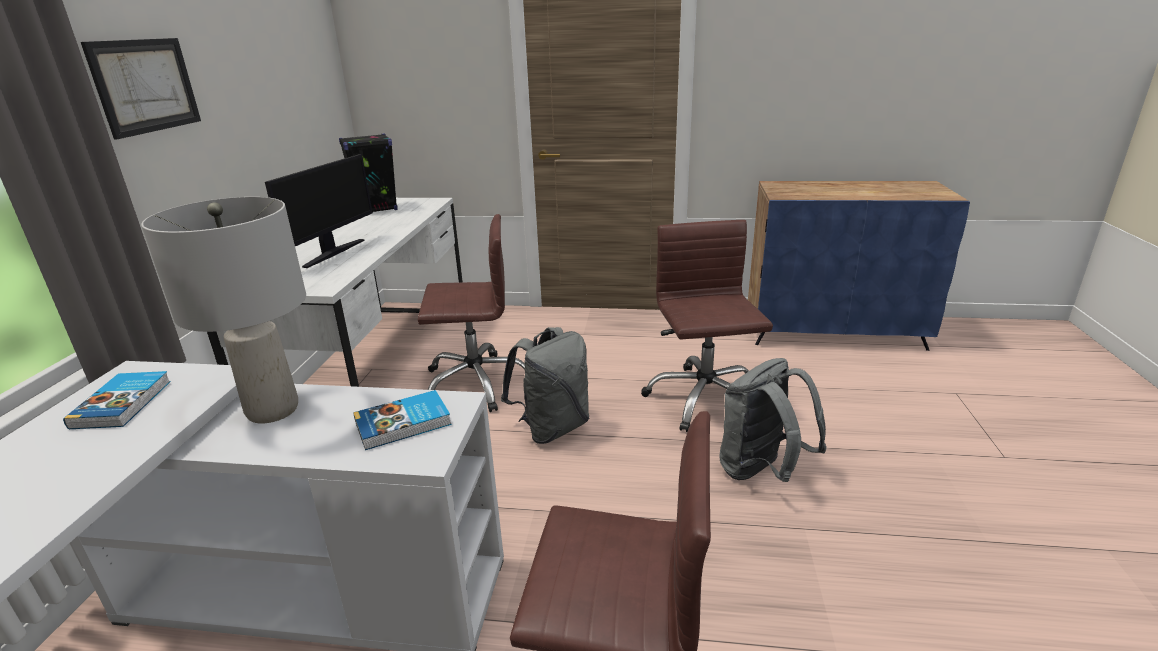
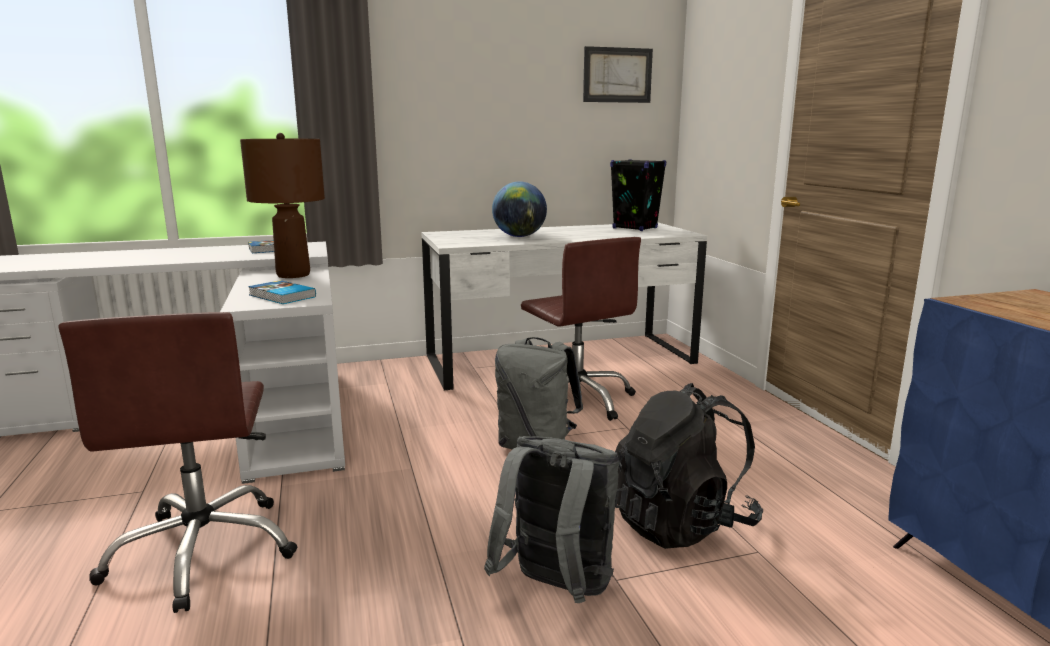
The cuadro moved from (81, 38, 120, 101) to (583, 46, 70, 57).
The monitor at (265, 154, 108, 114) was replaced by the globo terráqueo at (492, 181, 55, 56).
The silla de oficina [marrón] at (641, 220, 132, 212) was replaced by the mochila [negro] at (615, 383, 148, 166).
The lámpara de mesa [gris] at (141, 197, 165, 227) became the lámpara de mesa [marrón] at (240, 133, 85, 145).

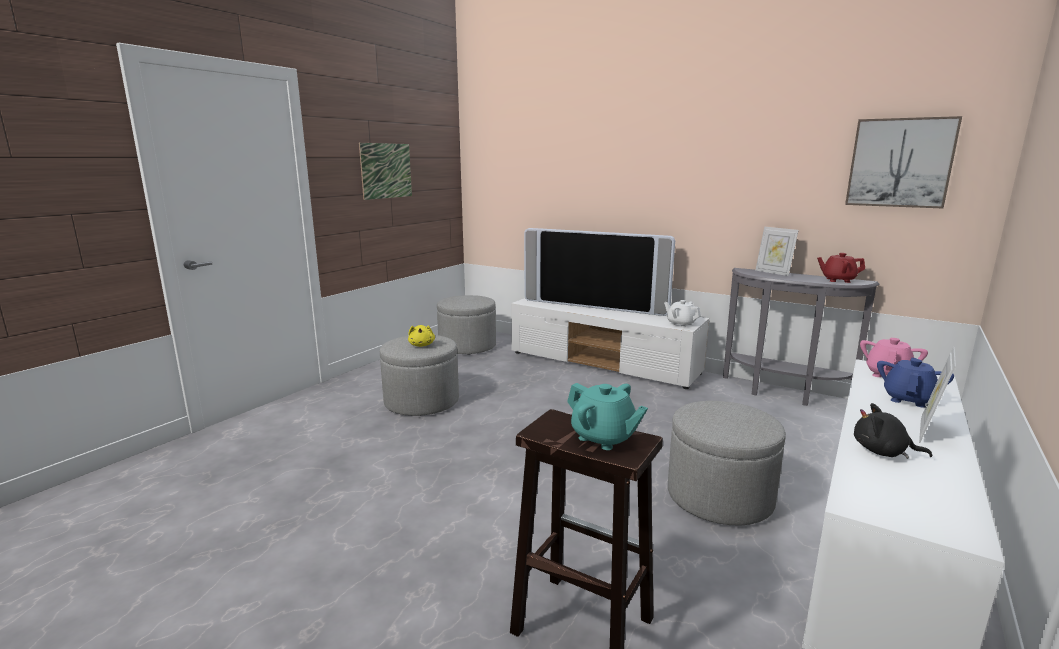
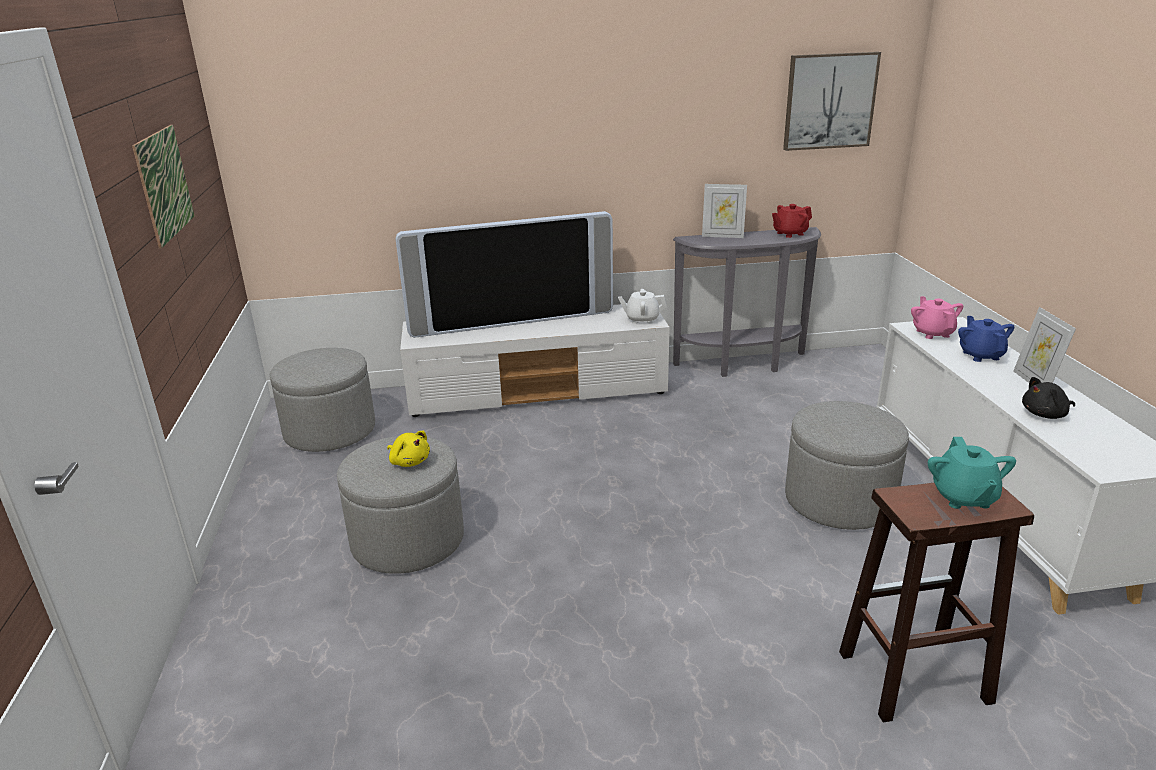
The tetera [turquesa] at (567, 383, 81, 67) turned 90 degrees clockwise.

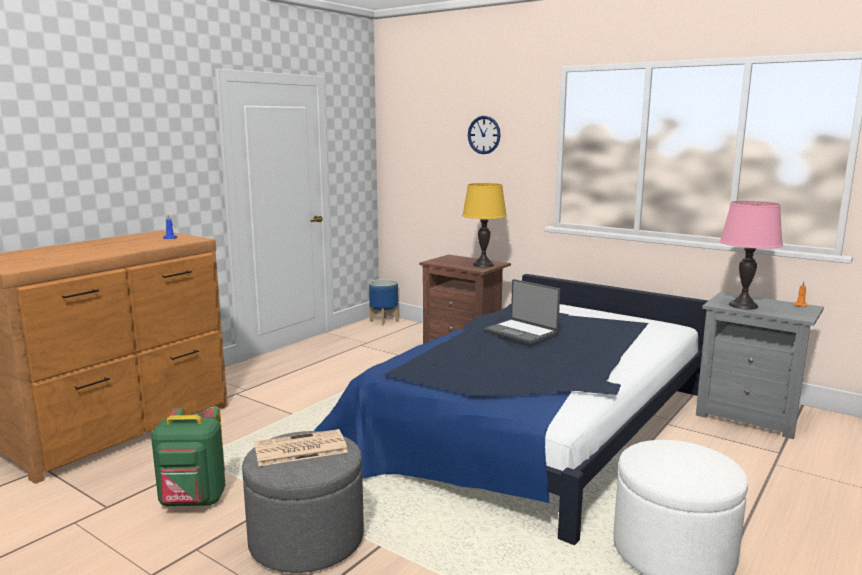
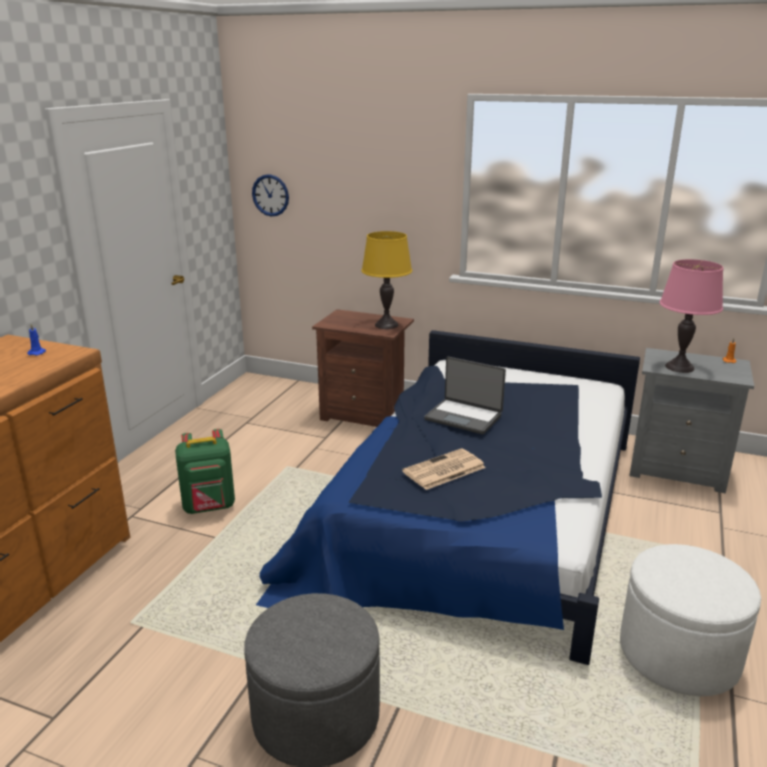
The maceta at (369, 279, 30, 47) disappeared.
The mochila [verde] moved from (151, 407, 75, 99) to (175, 429, 60, 85).
The periódico moved from (255, 429, 93, 37) to (402, 448, 84, 42).
The reloj de pared moved from (468, 116, 33, 38) to (252, 174, 37, 42).

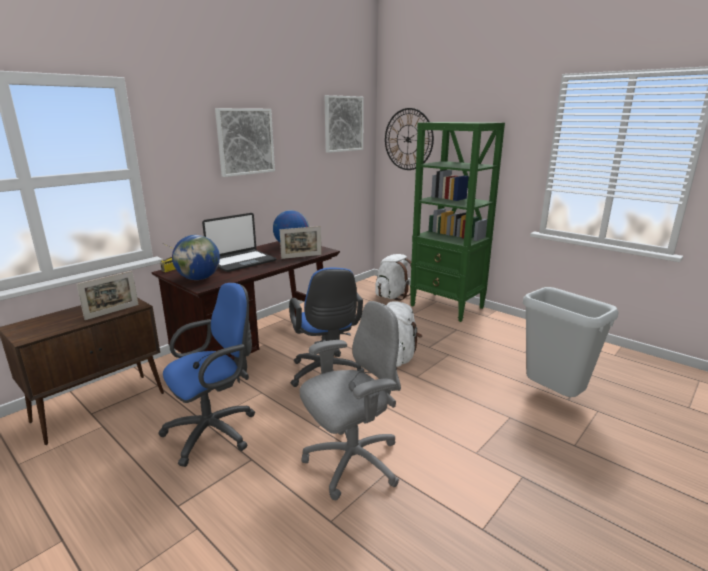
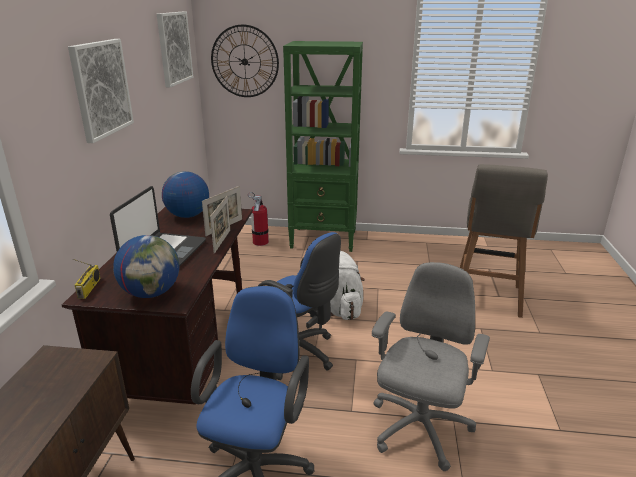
The portarretratos moved from (76, 271, 63, 49) to (210, 196, 20, 58).
The mochila [blanco] at (375, 254, 37, 47) was replaced by the extintor at (248, 192, 21, 54).
The papelera [gris] at (523, 287, 96, 110) was replaced by the taburete [gris] at (460, 164, 88, 154).

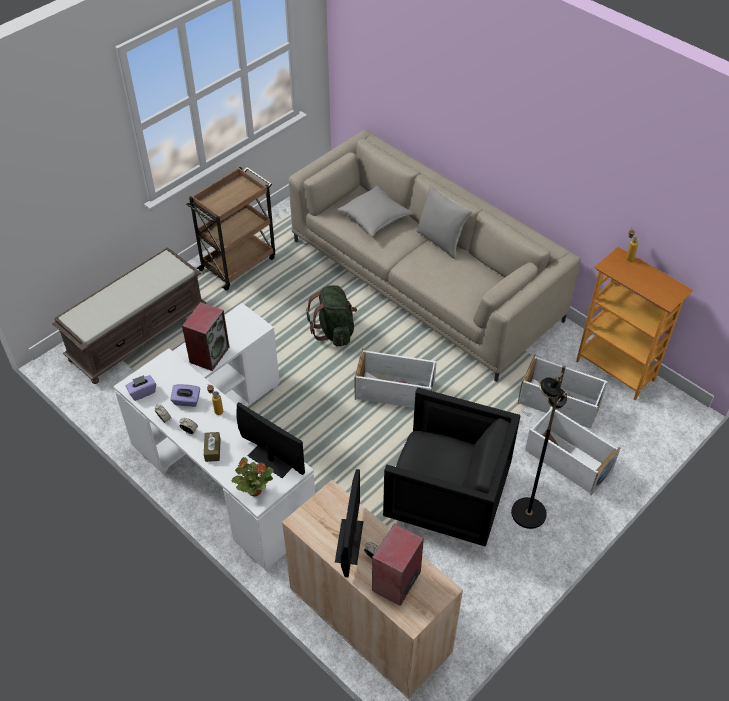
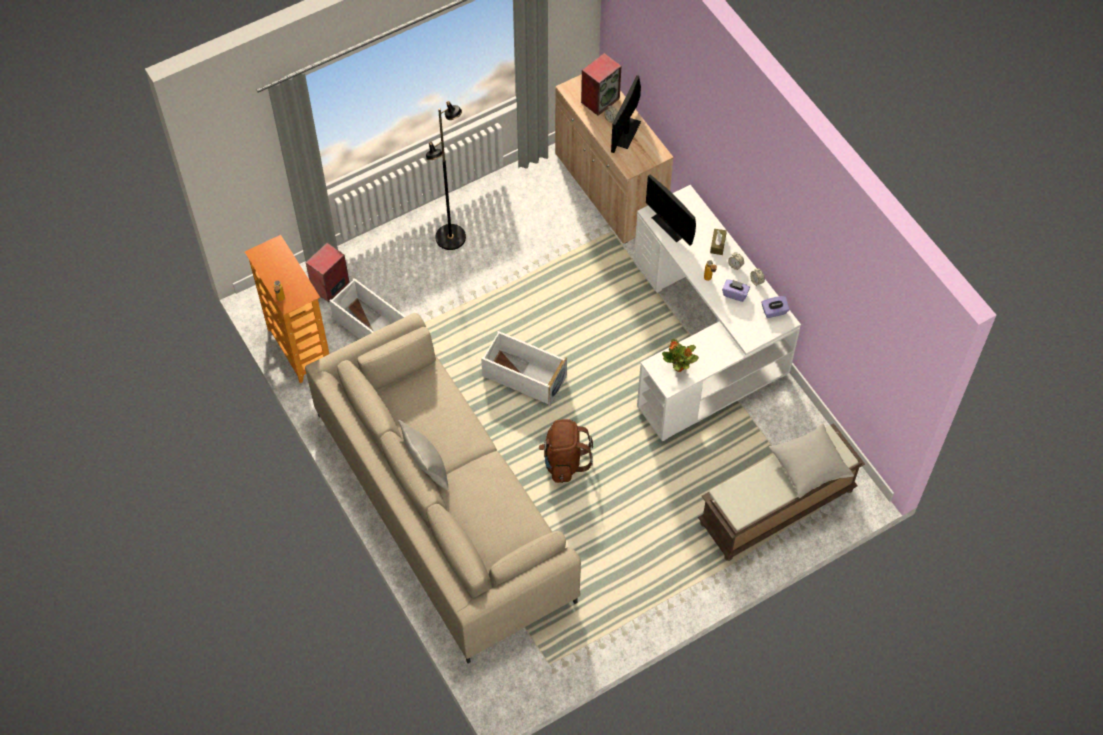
The carrito [marrón] at (186, 167, 89, 124) disappeared.
The sillón [negro] at (383, 388, 138, 158) disappeared.
The caja de almacenaje [blanco] at (525, 407, 95, 88) disappeared.
The altavoz moved from (182, 302, 47, 69) to (305, 243, 45, 59).
The planta en maceta moved from (232, 457, 42, 40) to (662, 339, 37, 33).
The cojín [gris] moved from (337, 186, 75, 51) to (769, 424, 85, 74).
The mochila [verde] at (306, 285, 51, 62) became the mochila [marrón] at (539, 419, 54, 64).

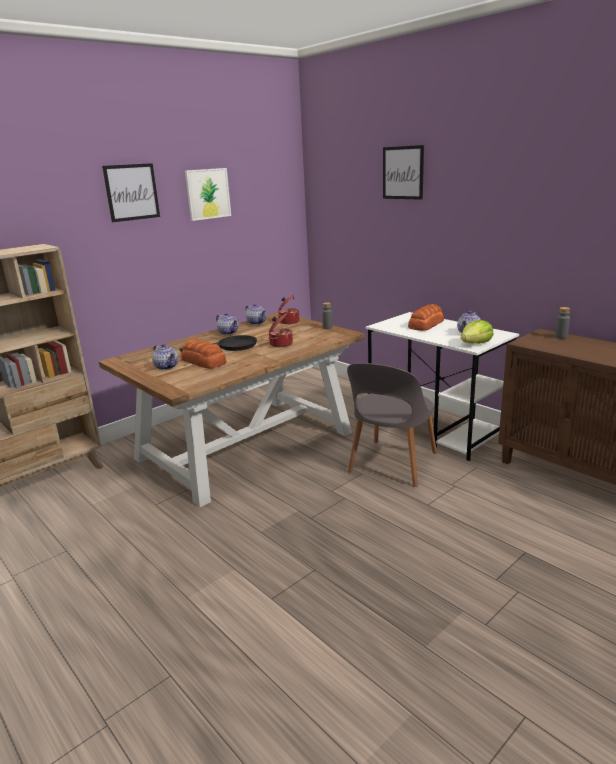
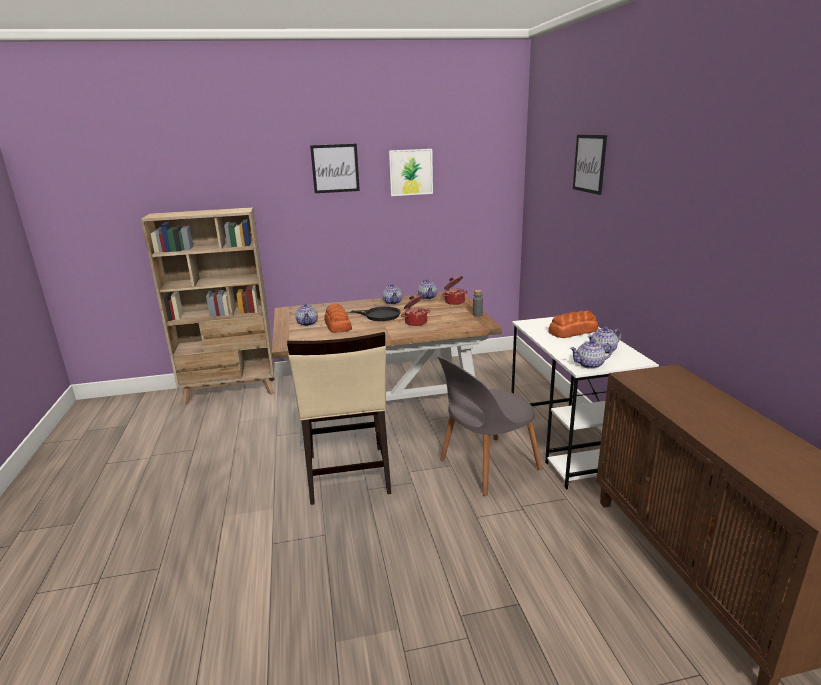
The botella [gris] at (555, 307, 15, 32) disappeared.
The silla [beis] at (287, 332, 104, 173) appeared.
The lechuga at (461, 320, 32, 24) was replaced by the tetera at (570, 340, 43, 29).

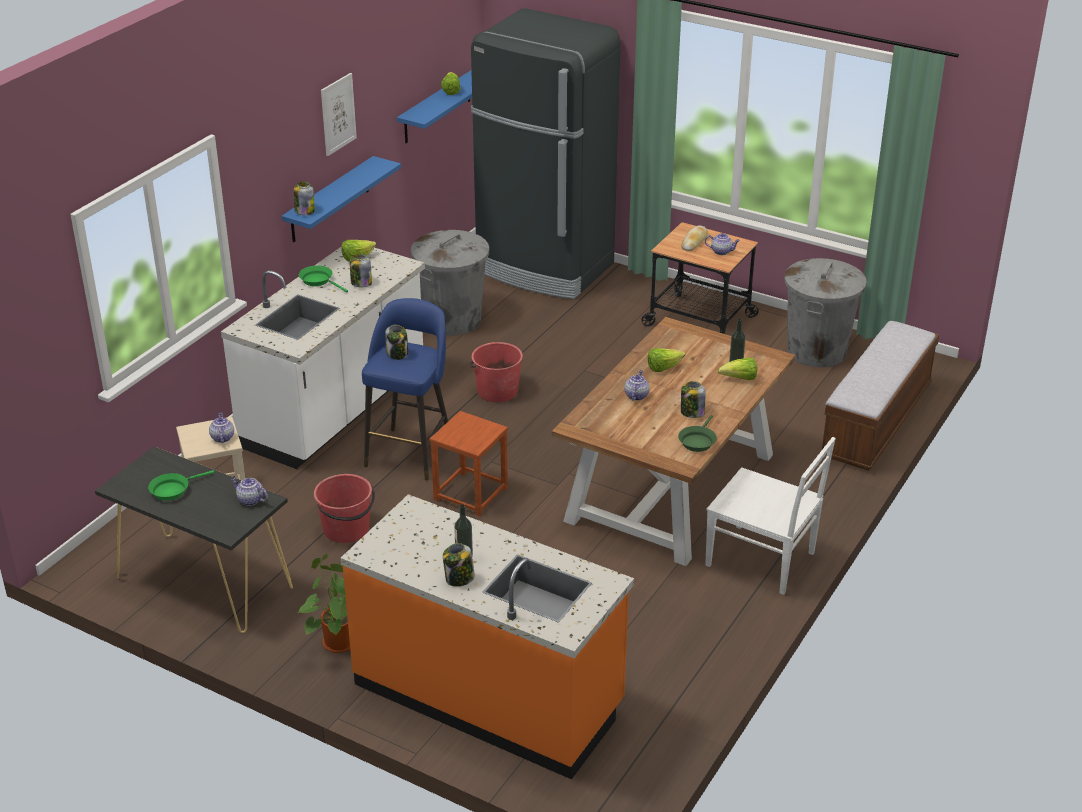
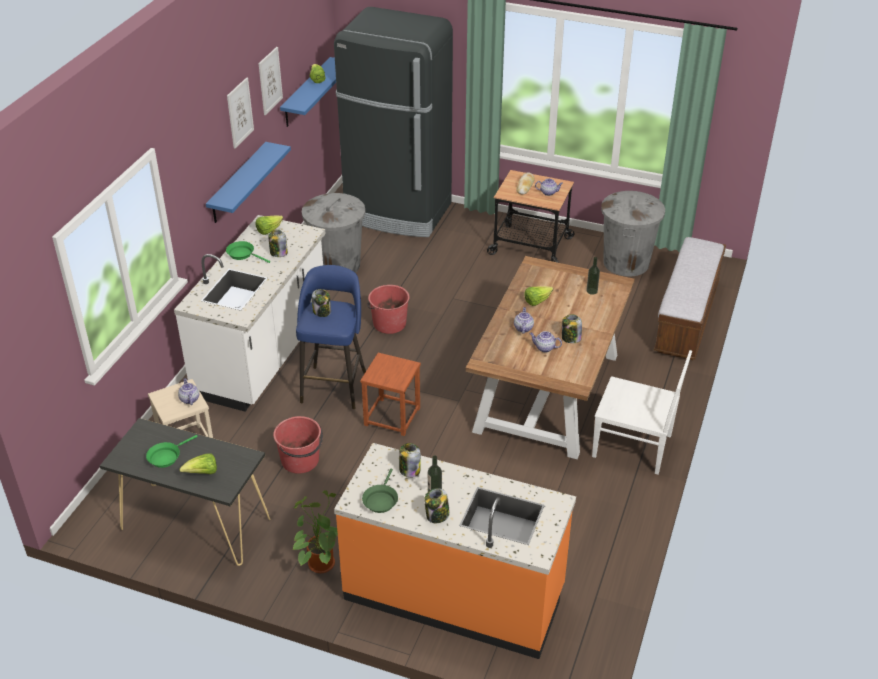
The cuadro at (258, 47, 25, 68) appeared.
The tetera moved from (231, 477, 37, 29) to (529, 331, 33, 21).
The tarro moved from (294, 182, 21, 33) to (399, 443, 22, 35).
The sartén [verde] moved from (678, 415, 39, 37) to (362, 469, 36, 44).
The lechuga moved from (718, 358, 39, 22) to (179, 453, 38, 21).

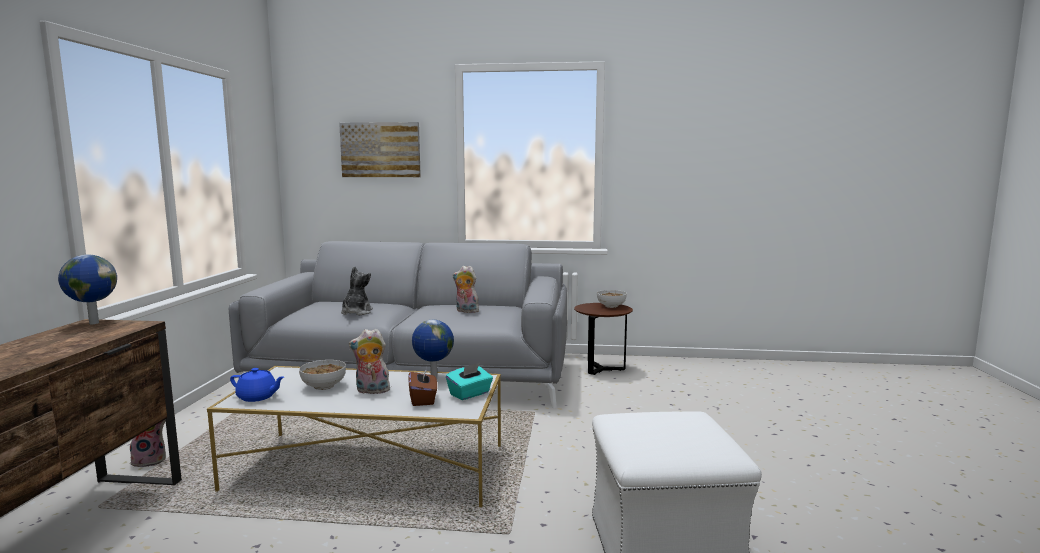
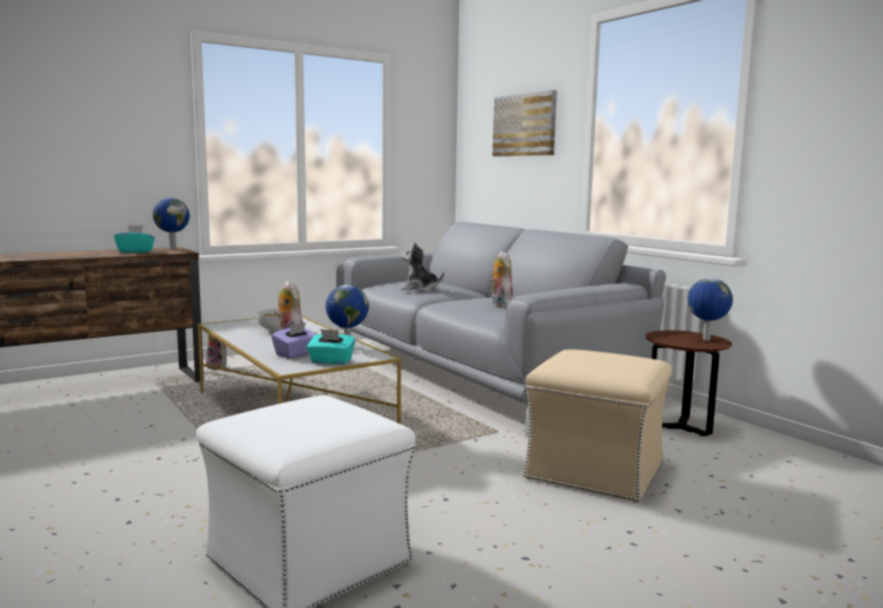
The tetera [azul] at (230, 368, 54, 34) disappeared.
The caja de pañuelos [turquesa] at (114, 225, 41, 28) appeared.
The puf [beis] at (523, 349, 149, 154) appeared.
The cuenco at (597, 290, 30, 18) was replaced by the globo terráqueo at (688, 278, 45, 62).
The caja de pañuelos [marrón] at (408, 367, 29, 39) became the caja de pañuelos [morado] at (271, 322, 45, 37).
The peluche at (341, 266, 32, 49) turned 135 degrees counterclockwise.

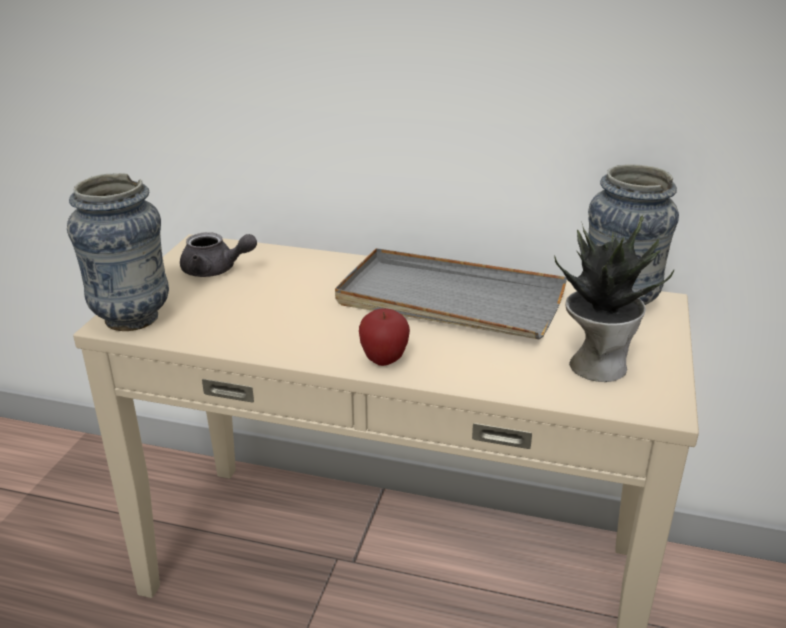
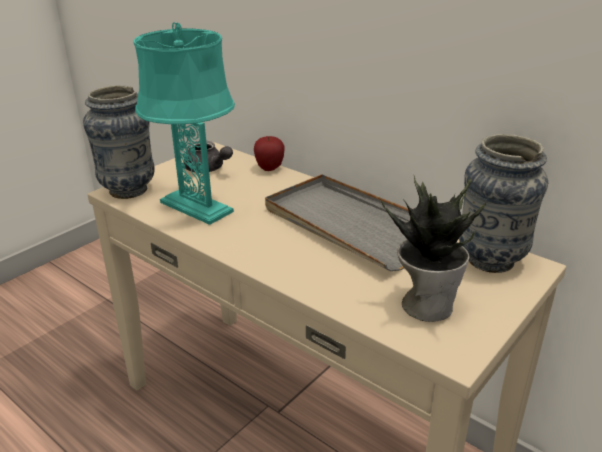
The lámpara de mesa [turquesa] at (134, 22, 101, 203) appeared.
The manzana moved from (359, 308, 51, 58) to (254, 136, 31, 35).

